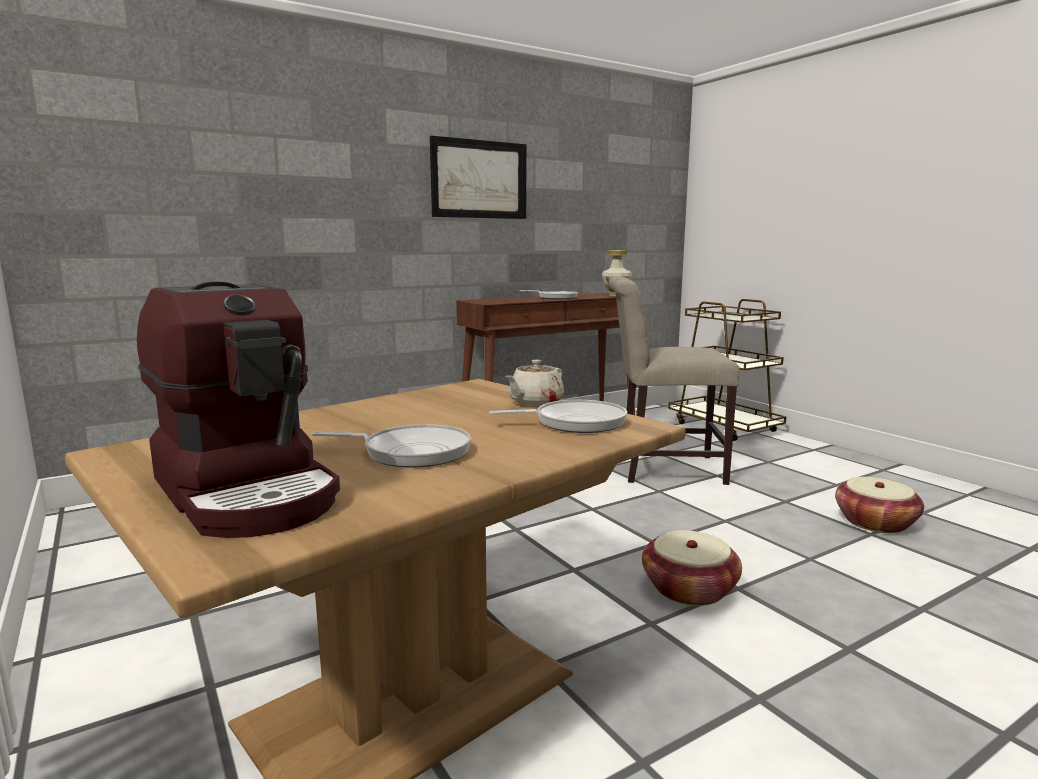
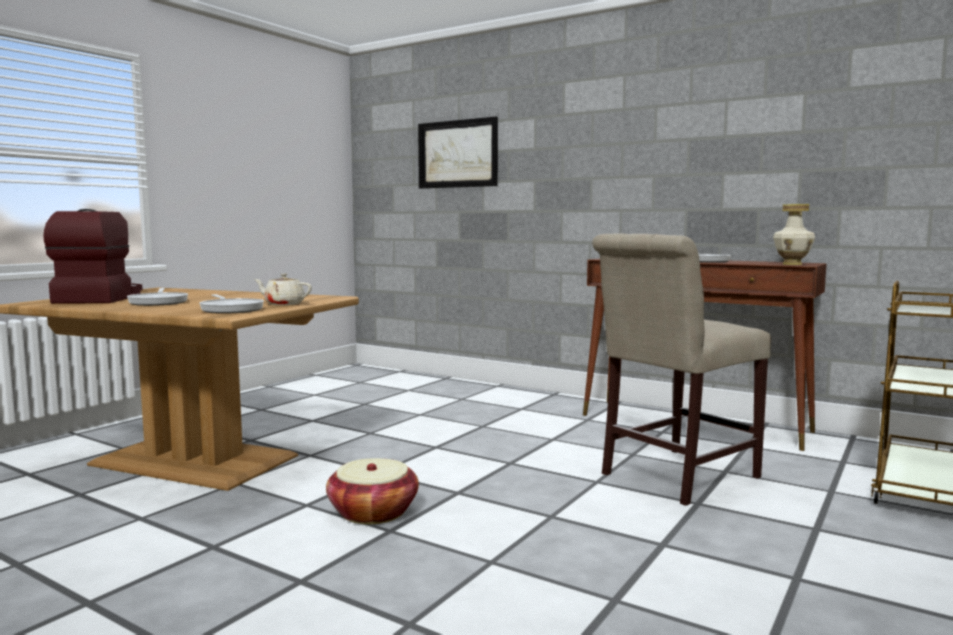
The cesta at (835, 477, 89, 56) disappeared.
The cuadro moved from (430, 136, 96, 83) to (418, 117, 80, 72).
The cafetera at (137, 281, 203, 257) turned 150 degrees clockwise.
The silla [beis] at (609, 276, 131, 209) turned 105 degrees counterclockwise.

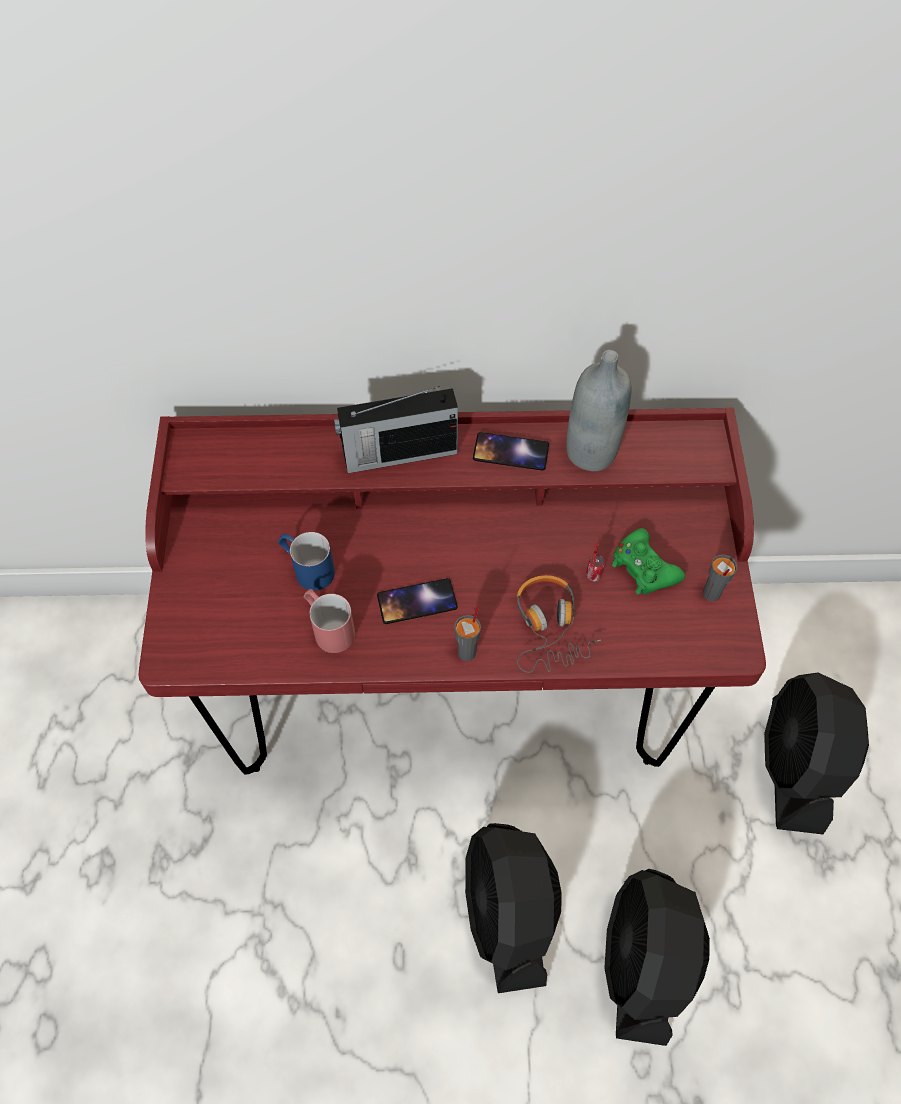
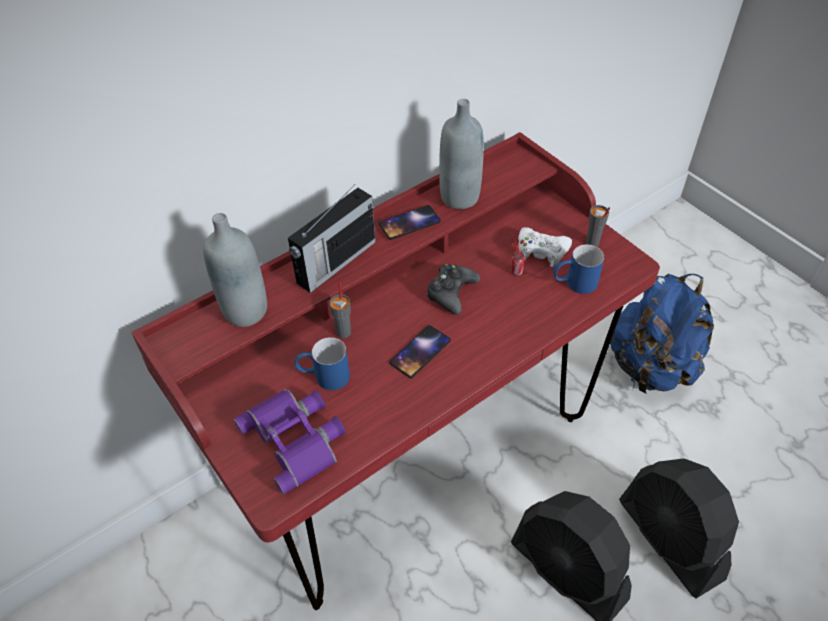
The taza grande [rojo] at (304, 589, 51, 64) disappeared.
The auriculares at (516, 575, 85, 98) disappeared.
The botella [gris] at (203, 213, 64, 114) appeared.
The prismáticos [morado] at (234, 389, 112, 105) appeared.
The mando de consola [negro] at (427, 263, 53, 51) appeared.
The taza grande [azul] at (553, 244, 51, 50) appeared.
The taza [gris] moved from (454, 605, 27, 56) to (329, 282, 22, 56).
The ventilador [negro] at (764, 672, 105, 162) was replaced by the mochila [azul] at (610, 274, 104, 119).
The mando de consola [verde] at (612, 528, 73, 67) became the mando de consola [blanco] at (518, 227, 54, 40).

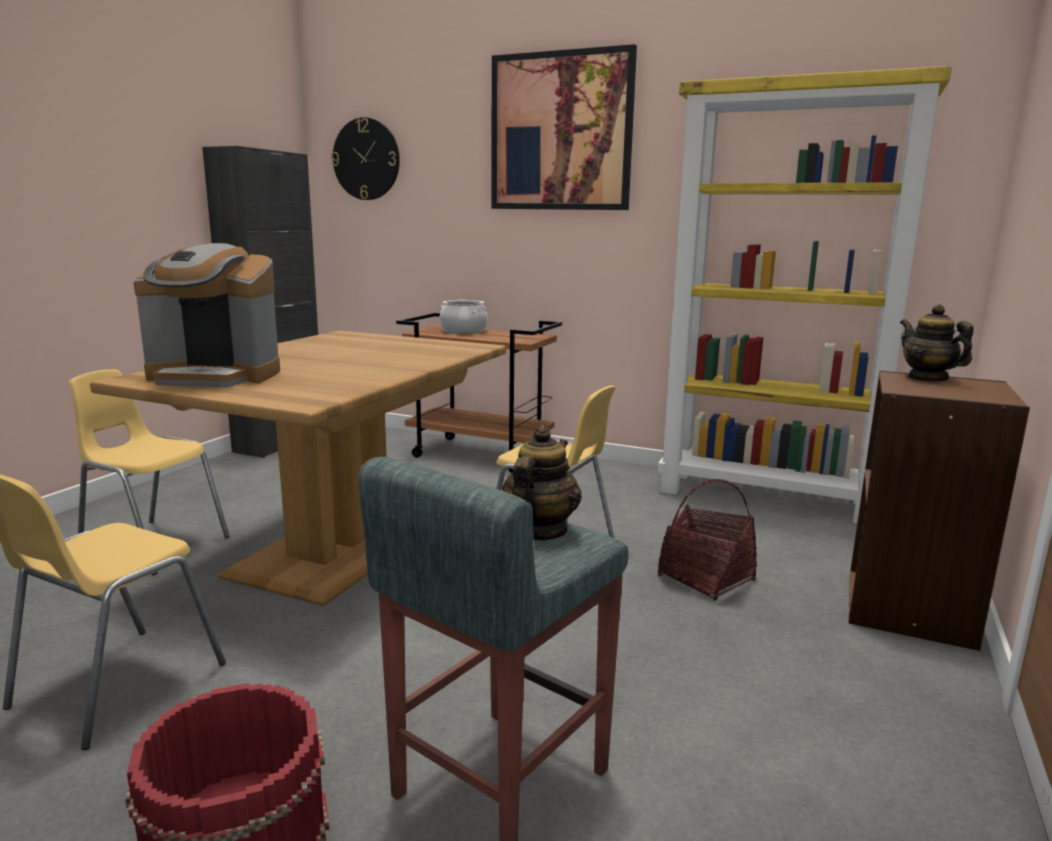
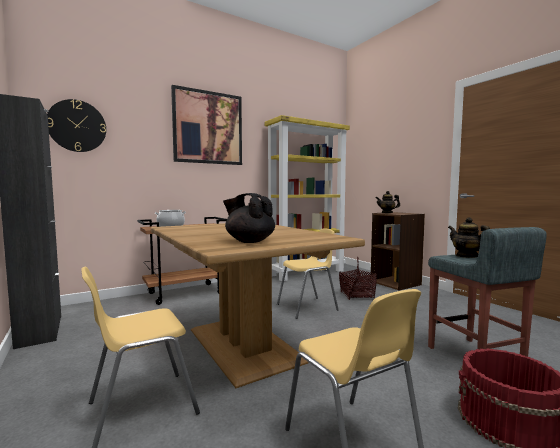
The cafetera at (133, 243, 147, 144) was replaced by the tetera [negro] at (223, 193, 52, 50).

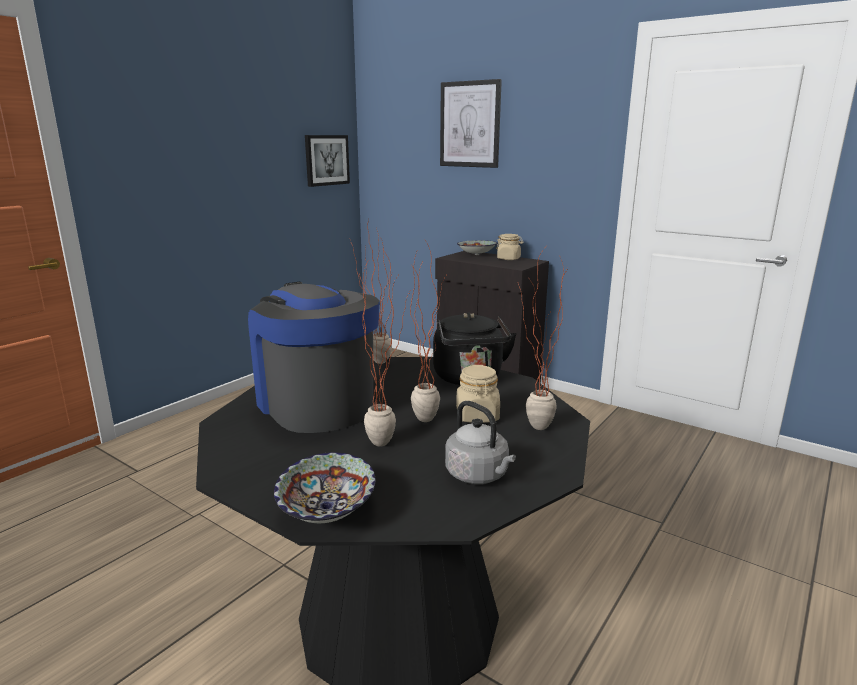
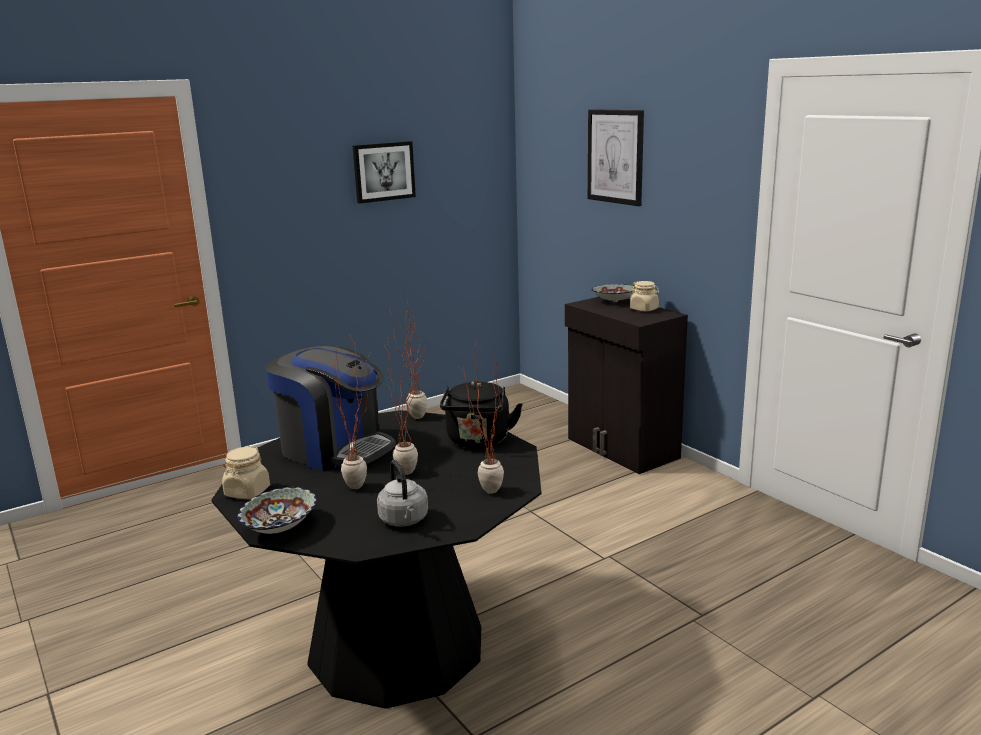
The cuadro moved from (305, 135, 45, 52) to (353, 141, 63, 63).
The tarro [beis] moved from (456, 365, 44, 58) to (222, 446, 48, 53).
The cafetera at (248, 282, 132, 151) turned 135 degrees clockwise.

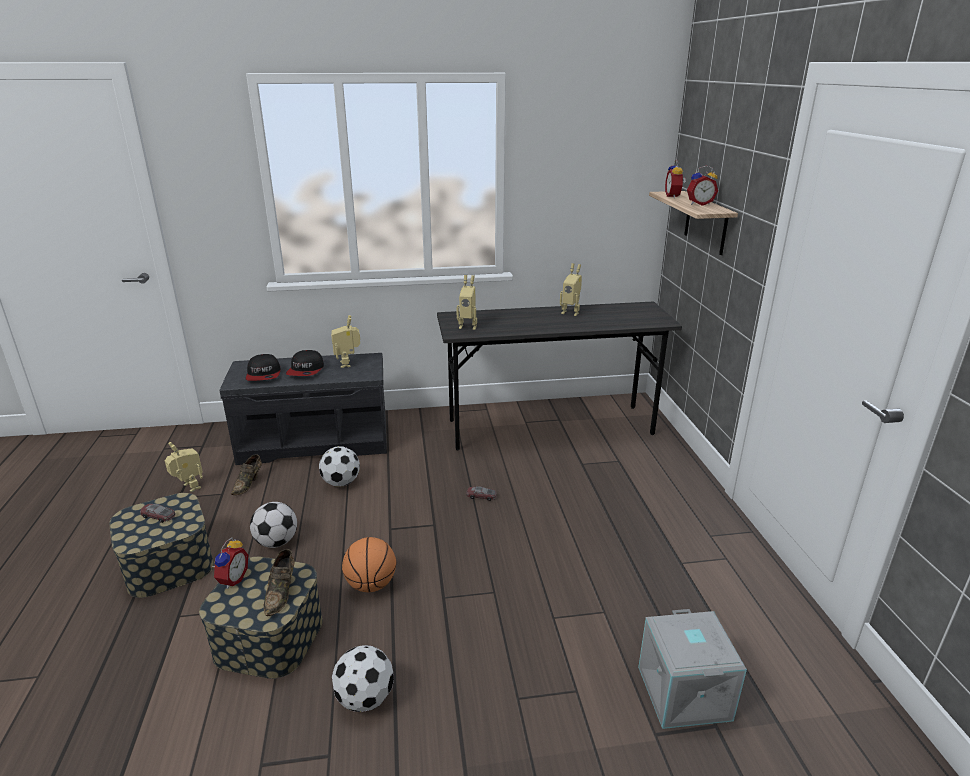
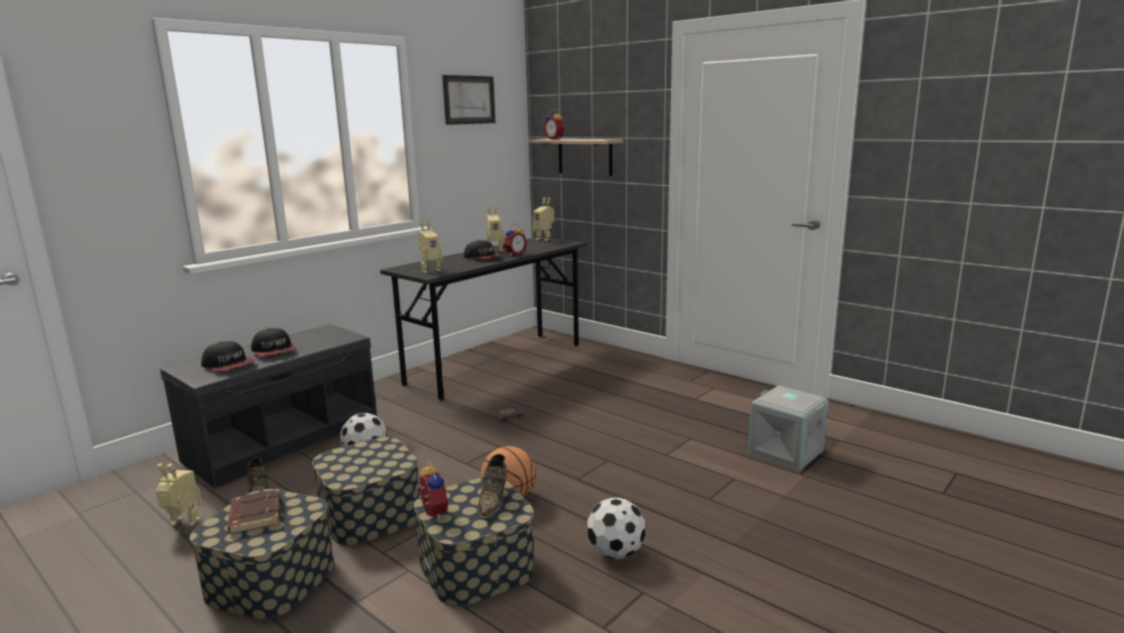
The cuadro at (442, 75, 54, 50) appeared.
The gorra at (464, 240, 39, 19) appeared.
The robot de juguete moved from (331, 315, 29, 53) to (533, 197, 21, 44).
The despertador moved from (687, 166, 31, 40) to (504, 224, 23, 32).
The coche de juguete at (140, 504, 36, 19) was replaced by the libro [marrón] at (227, 489, 55, 45).
The balón de fútbol at (250, 502, 47, 46) was replaced by the caja de almacenaje at (312, 437, 108, 109).
The zapato [marrón] at (264, 549, 31, 67) turned 45 degrees clockwise.

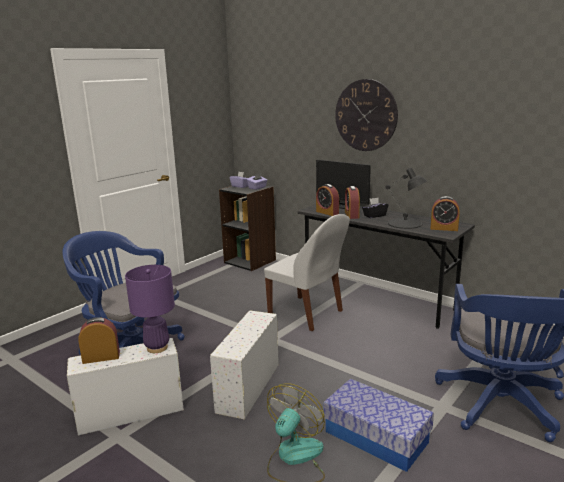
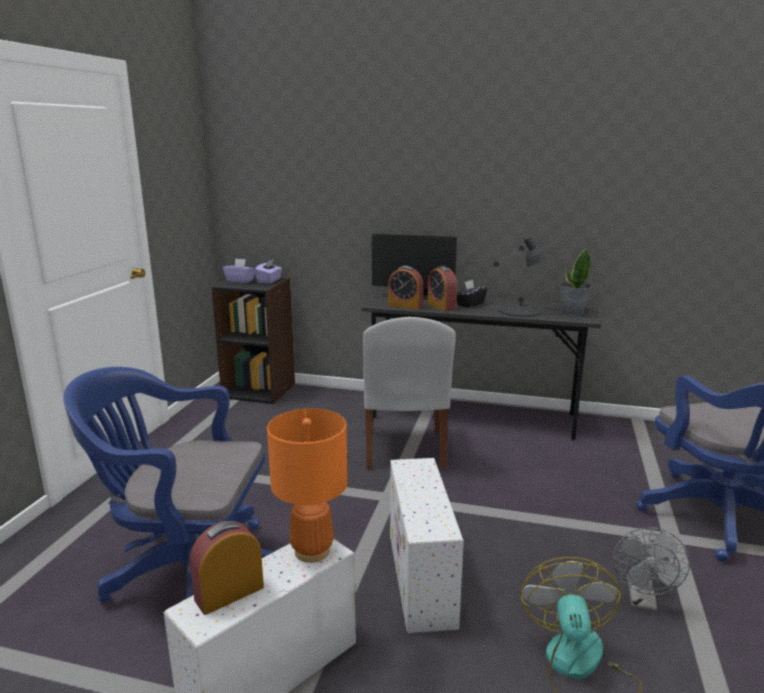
The reloj de pared at (335, 79, 63, 72) disappeared.
The caja de almacenaje at (323, 379, 111, 93) was replaced by the ventilador [gris] at (613, 527, 77, 84).
The despertador at (430, 196, 30, 35) was replaced by the planta en maceta at (559, 246, 32, 69).
The lámpara de mesa [morado] at (125, 265, 50, 88) became the lámpara de mesa [naranja] at (267, 409, 81, 154).
The silla [blanco] at (264, 214, 86, 117) turned 75 degrees clockwise.

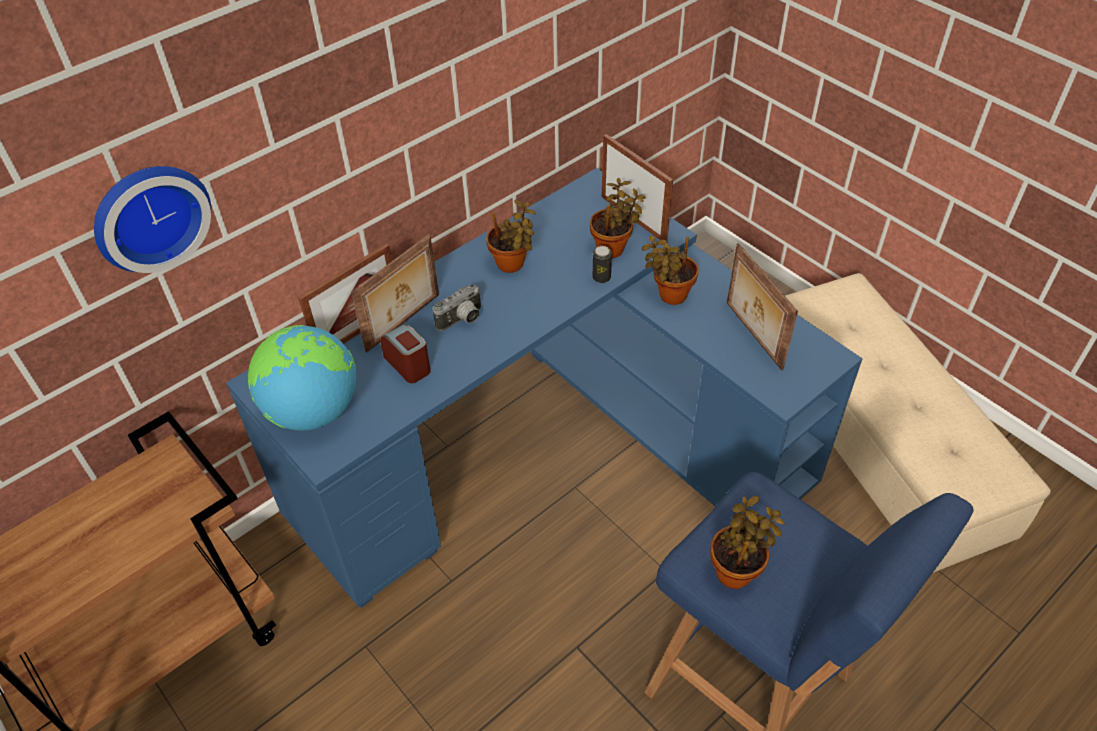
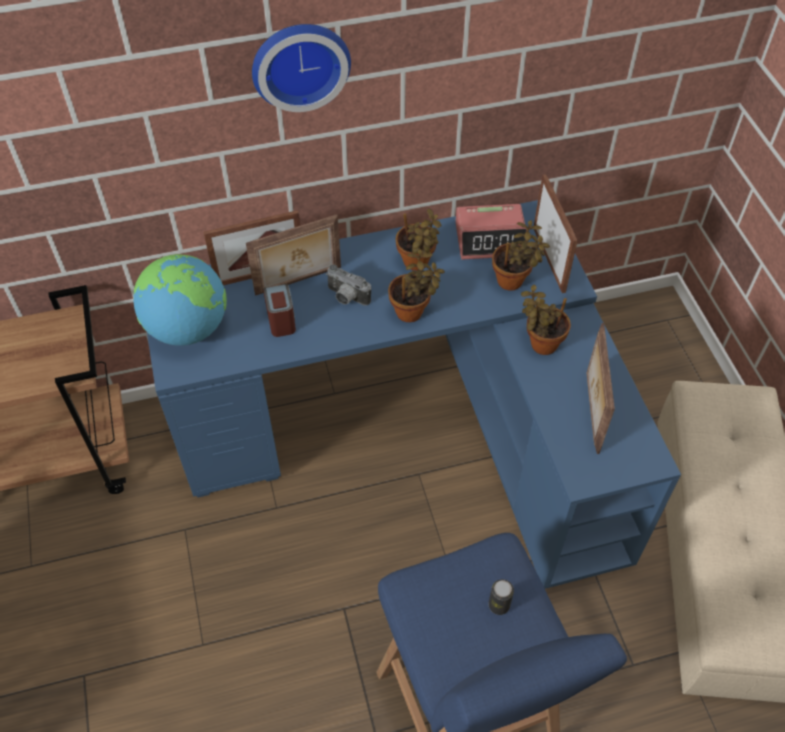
The despertador at (455, 204, 72, 56) appeared.
The reloj de pared moved from (94, 166, 117, 107) to (252, 24, 99, 88).
The lata moved from (593, 246, 19, 37) to (489, 579, 25, 36).
The planta en maceta moved from (710, 496, 75, 93) to (388, 249, 57, 73).
The cámara at (433, 284, 48, 47) turned 45 degrees clockwise.

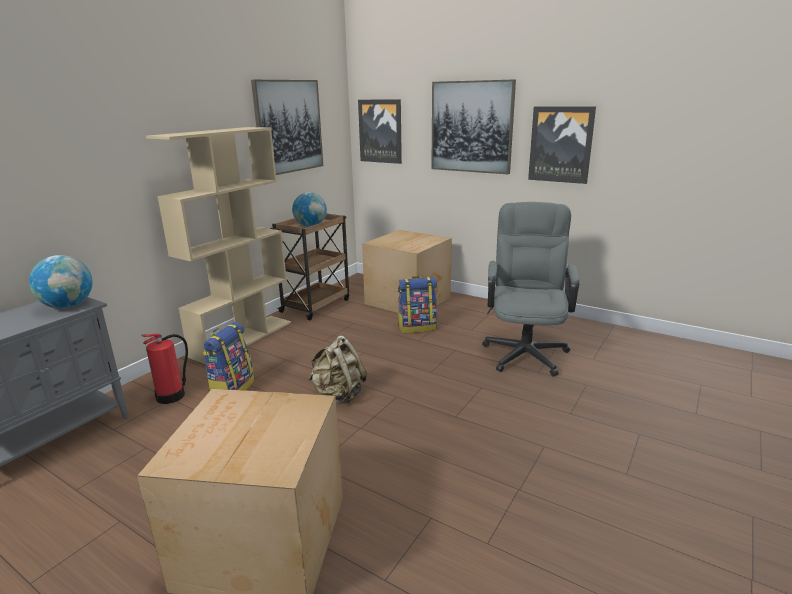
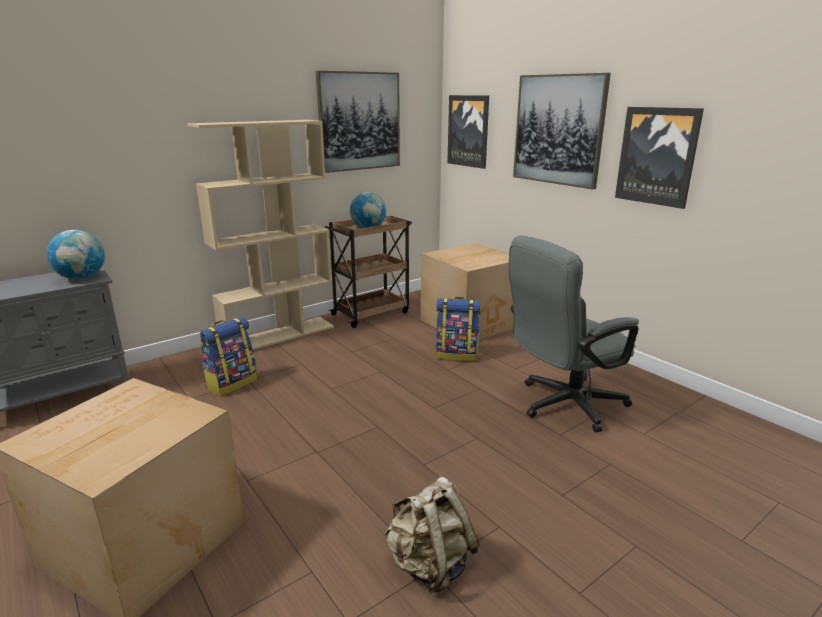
The extintor at (141, 334, 47, 70) disappeared.
The mochila [beis] moved from (308, 335, 59, 69) to (384, 477, 96, 117).
The silla de oficina [gris] at (482, 202, 98, 174) turned 150 degrees counterclockwise.

